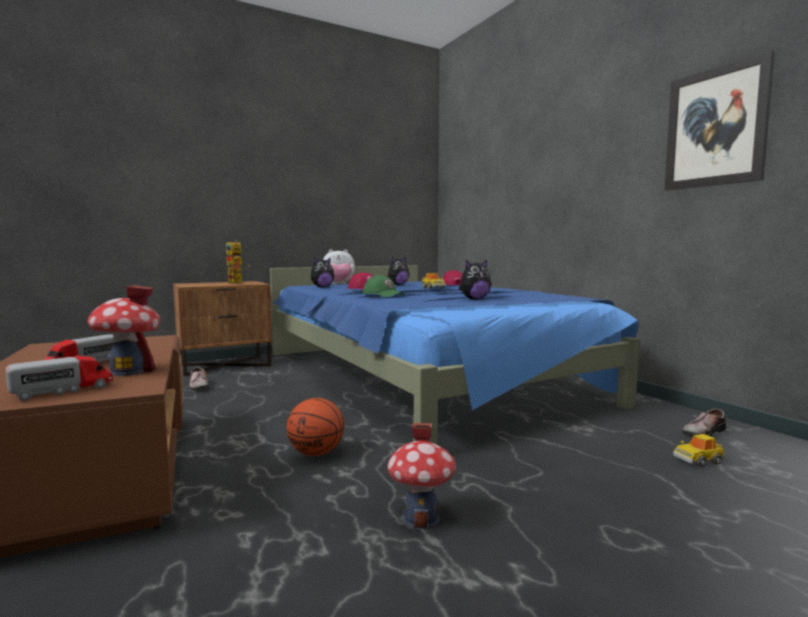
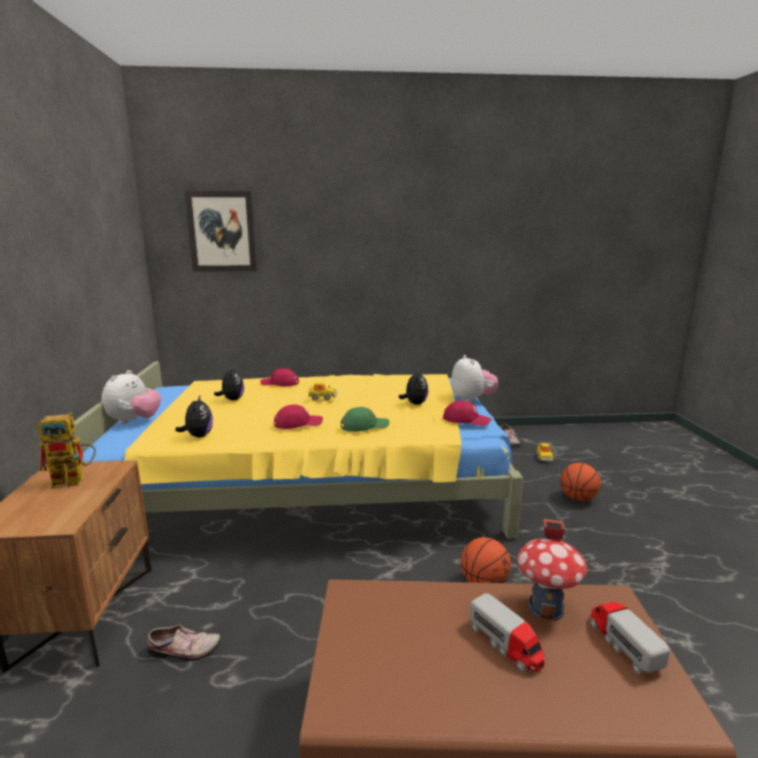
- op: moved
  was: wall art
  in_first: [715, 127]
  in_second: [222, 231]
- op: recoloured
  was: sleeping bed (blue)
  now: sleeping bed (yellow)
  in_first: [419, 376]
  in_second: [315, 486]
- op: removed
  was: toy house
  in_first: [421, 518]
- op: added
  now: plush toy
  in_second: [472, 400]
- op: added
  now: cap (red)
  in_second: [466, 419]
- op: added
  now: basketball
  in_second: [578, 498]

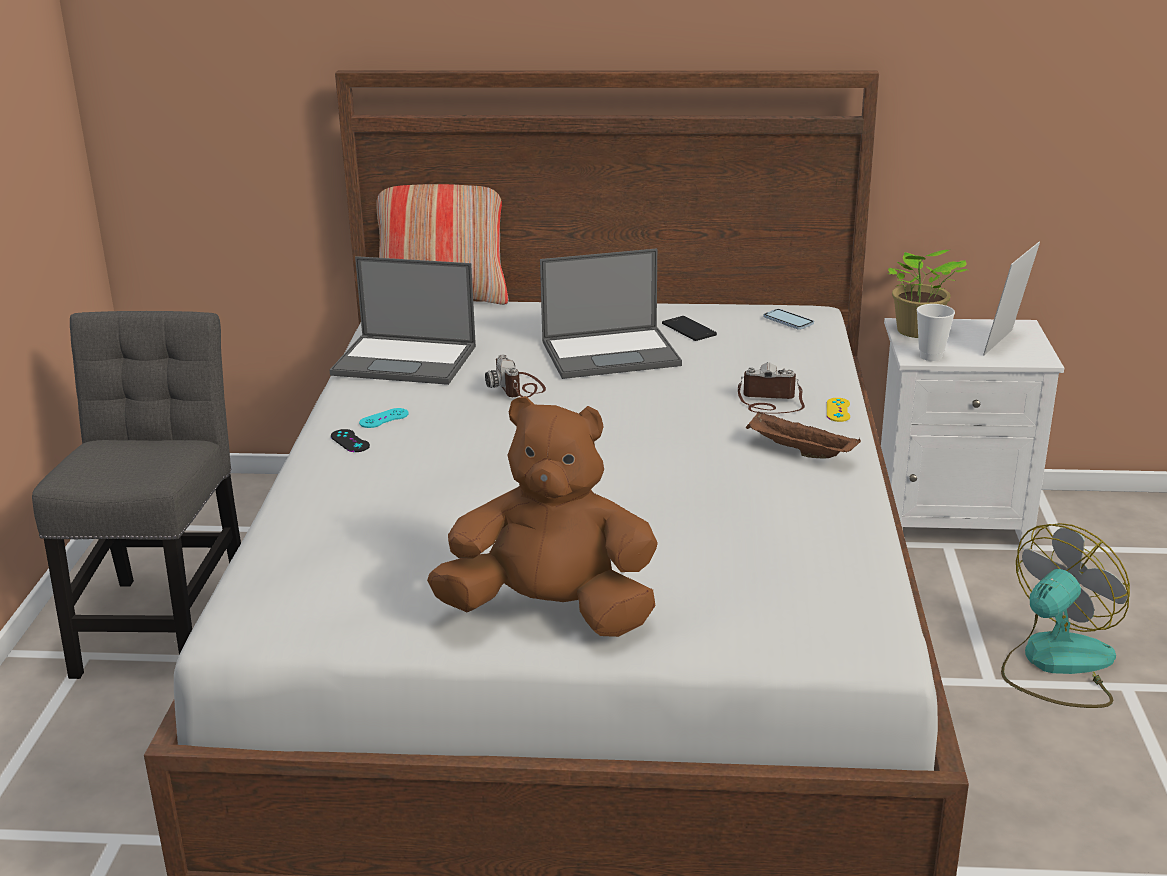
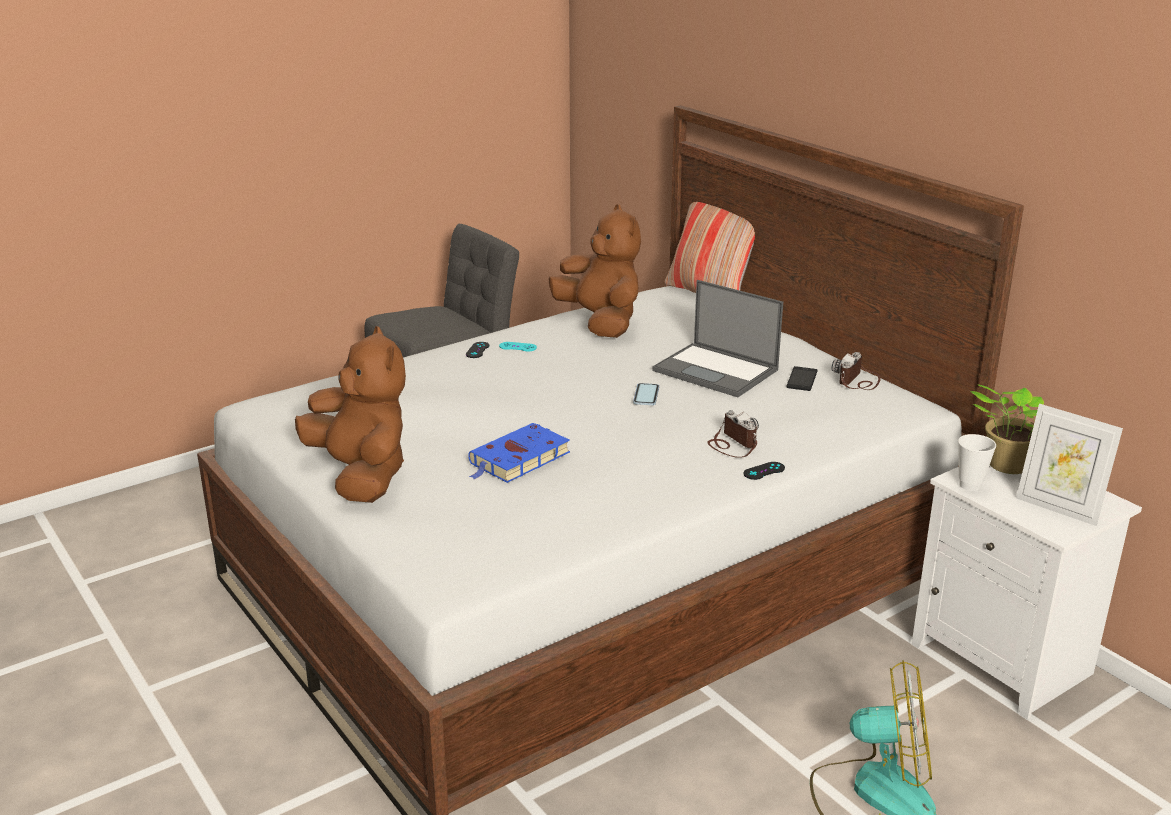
- op: turned
  was: photo frame
  in_first: [1005, 344]
  in_second: [1058, 508]
  clockwise: -135
- op: replaced
  was: portable computer
  now: plush toy (brown-coloured)
  in_first: [406, 360]
  in_second: [600, 322]
- op: moved
  was: telephone
  in_first: [788, 321]
  in_second: [646, 396]
- op: moved
  was: still camera
  in_first: [518, 387]
  in_second: [858, 381]
- op: recoloured
  was: game controller (yellow)
  now: game controller (black-coloured)
  in_first: [838, 410]
  in_second: [764, 471]
- op: removed
  was: serving tray (brown-coloured)
  in_first: [798, 451]
- op: added
  now: bound book (blue)
  in_second: [518, 459]

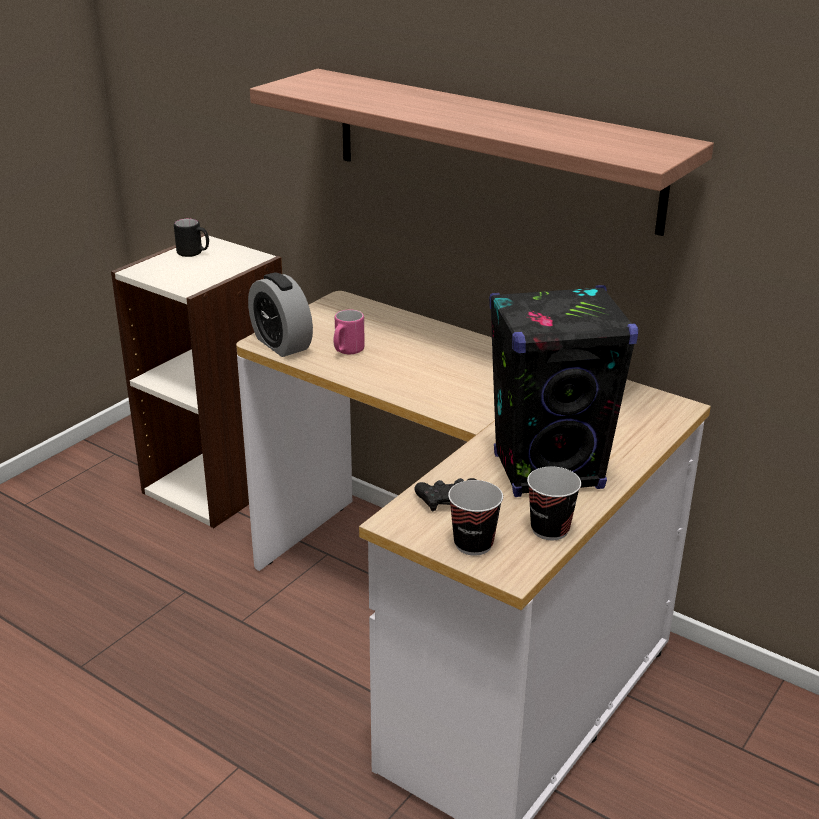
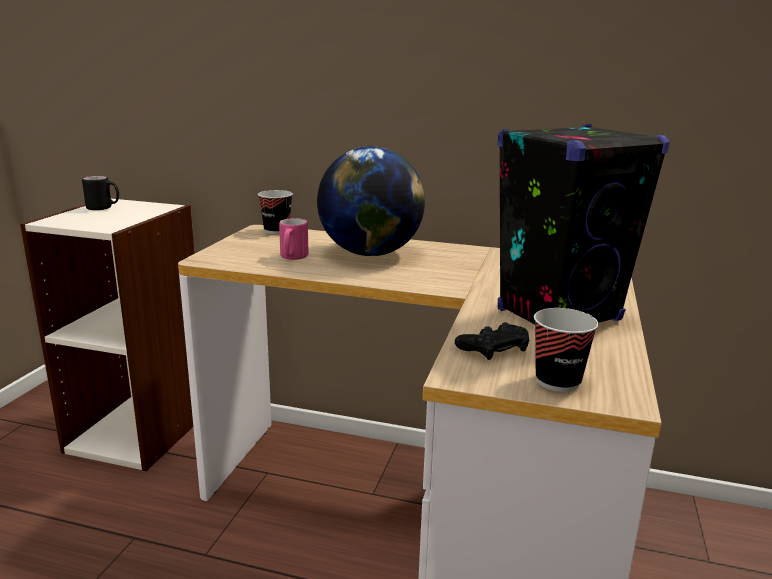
- op: removed
  was: wall shelf
  in_first: [493, 148]
- op: removed
  was: bedside clock
  in_first: [281, 344]
- op: moved
  was: drinking cup
  in_first: [550, 529]
  in_second: [276, 231]
- op: added
  now: desk globe
  in_second: [370, 254]

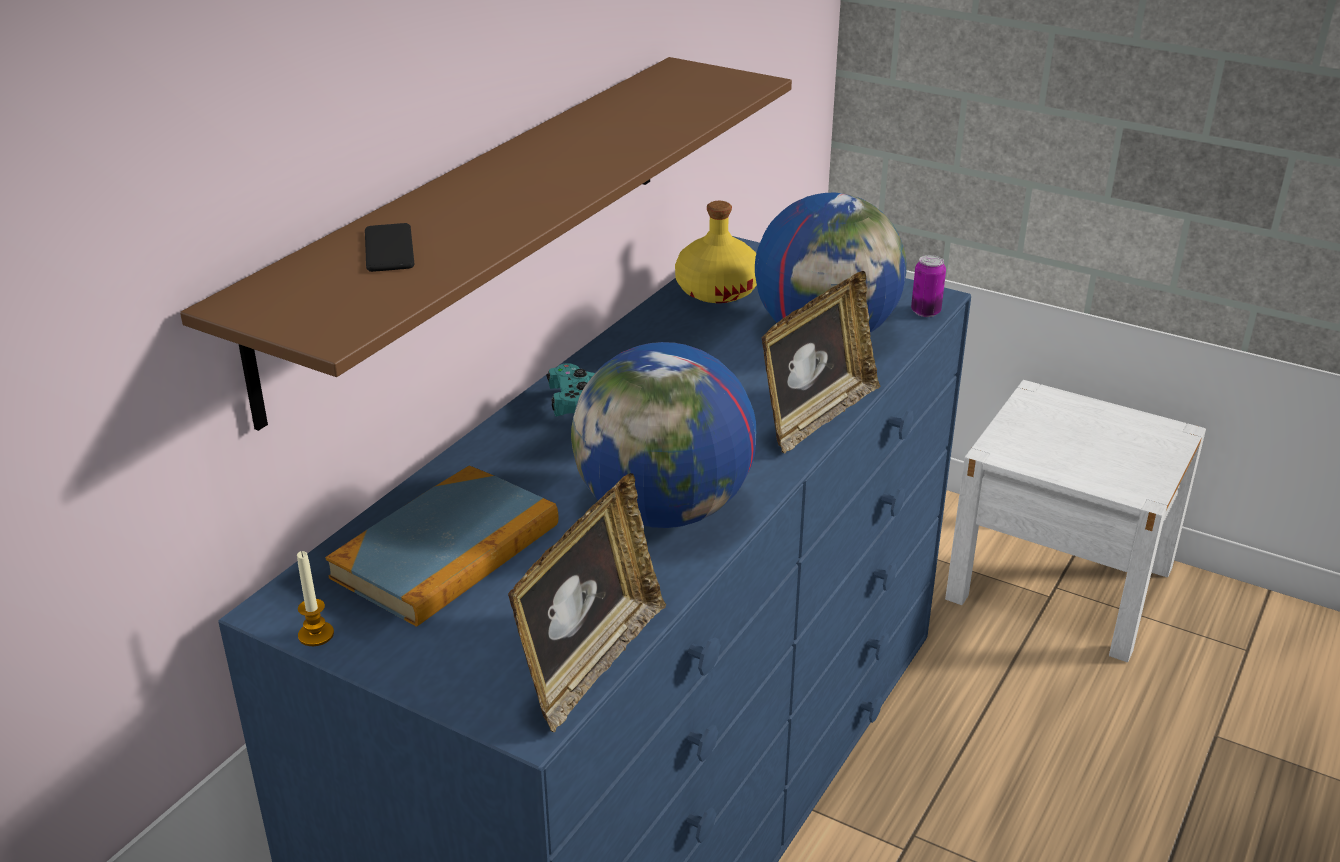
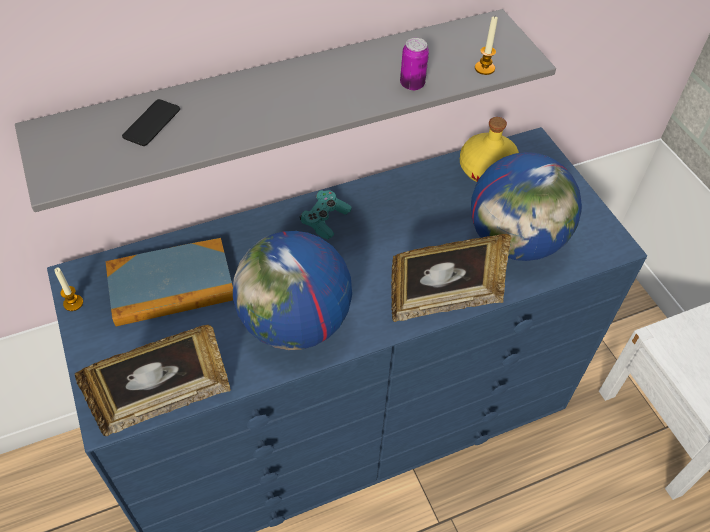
- op: recoloured
  was: wall shelf (brown-coloured)
  now: wall shelf (gray)
  in_first: [477, 223]
  in_second: [282, 97]
- op: moved
  was: metal can
  in_first: [925, 312]
  in_second: [412, 84]
- op: added
  now: wax candle
  in_second: [484, 68]

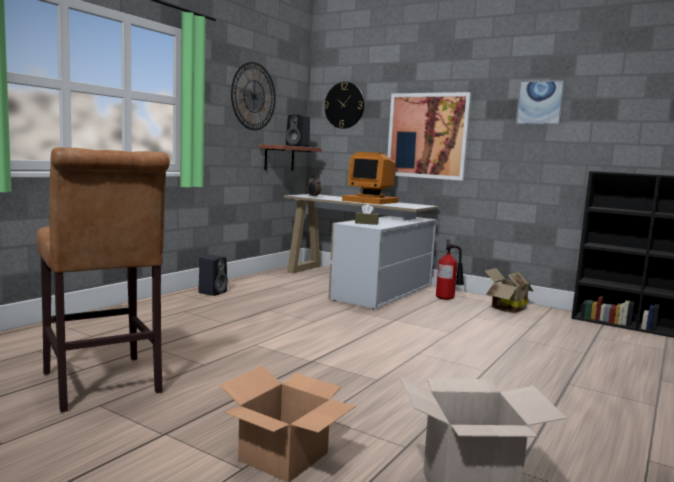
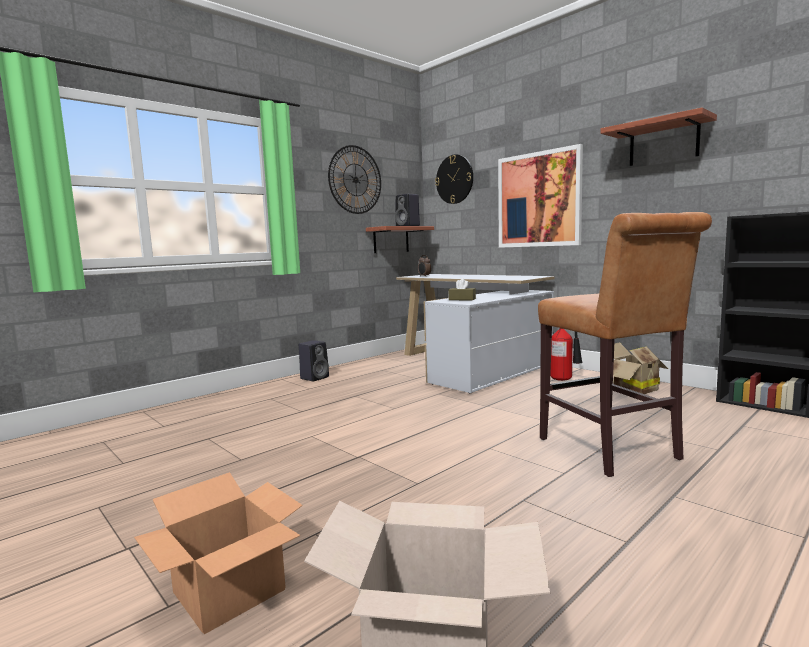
- op: replaced
  was: wall art
  now: wall shelf
  in_first: [540, 102]
  in_second: [663, 143]
- op: moved
  was: stool seat (brown-coloured)
  in_first: [103, 385]
  in_second: [612, 451]
- op: removed
  was: computer screen
  in_first: [371, 201]

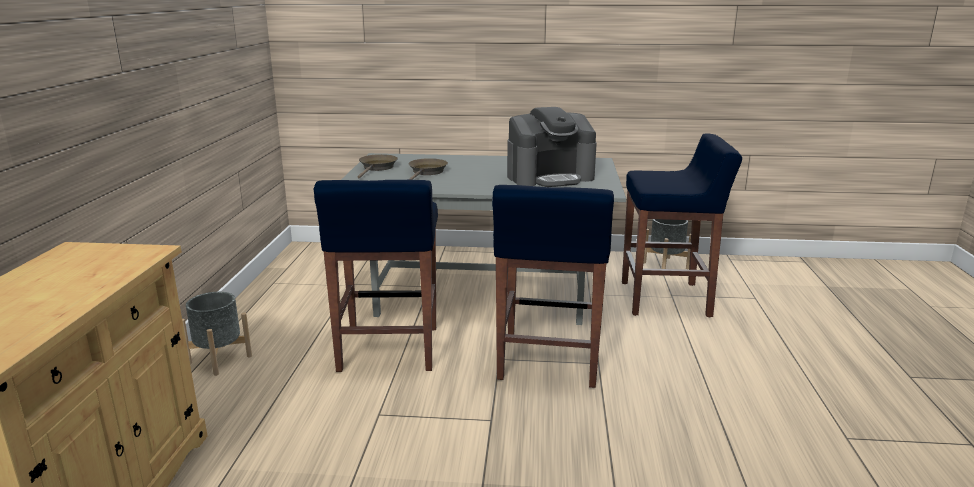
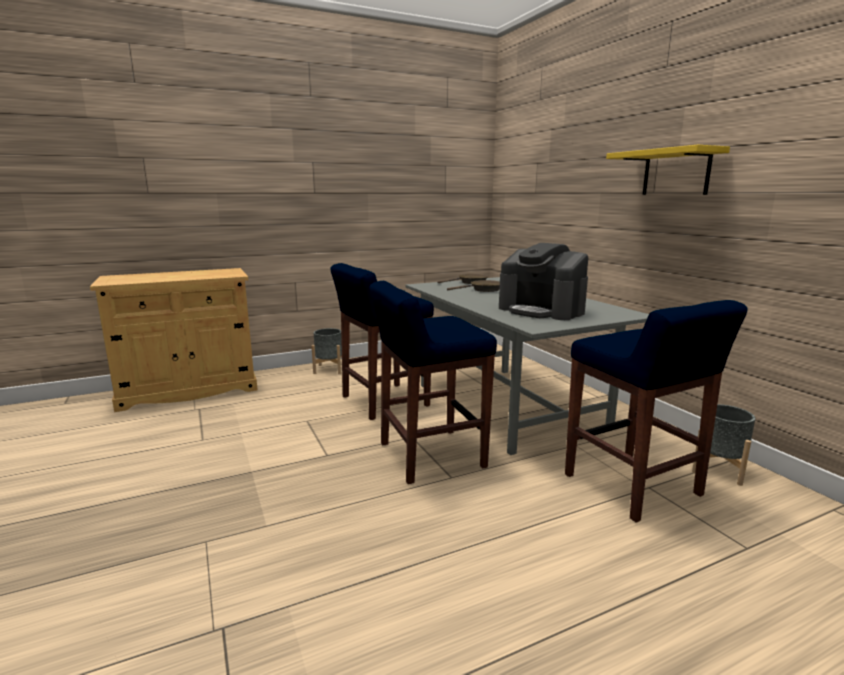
- op: added
  now: wall shelf (yellow)
  in_second: [676, 173]

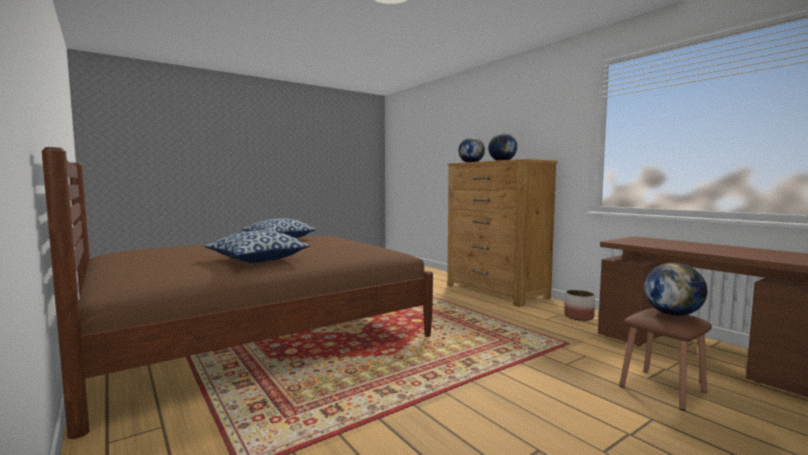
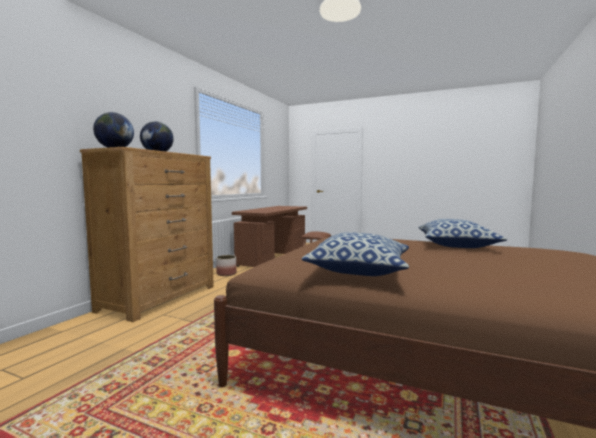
- op: removed
  was: desk globe
  in_first: [672, 314]

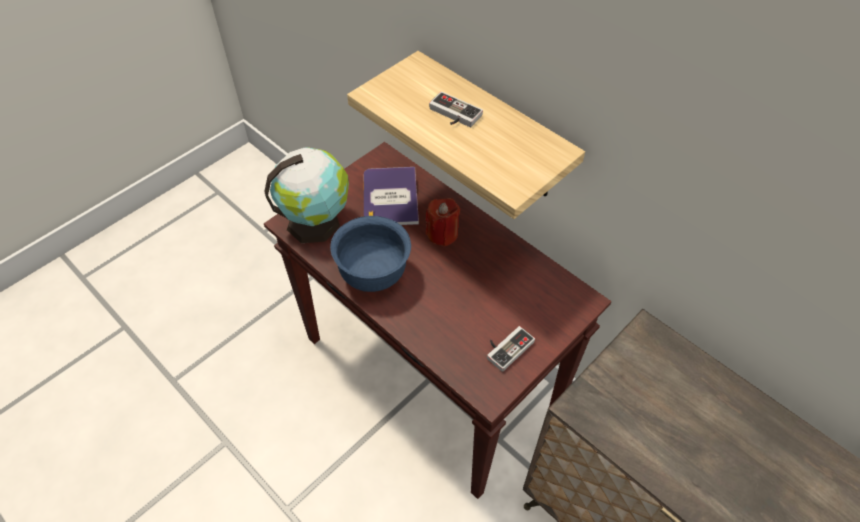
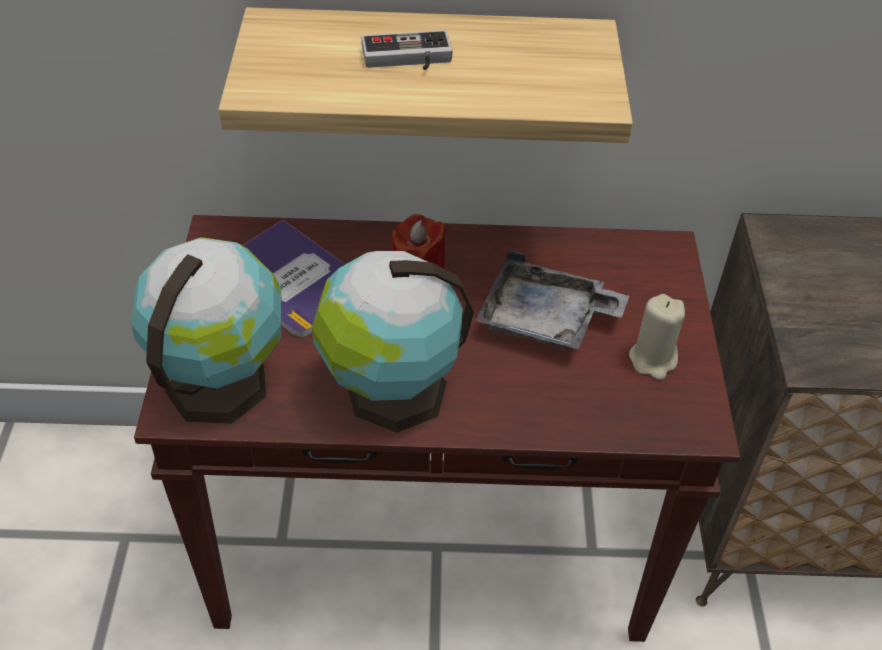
- op: replaced
  was: bowl (blue)
  now: desk globe
  in_first: [373, 275]
  in_second: [390, 392]
- op: replaced
  was: game controller
  now: wax candle (beige)
  in_first: [506, 347]
  in_second: [653, 359]
- op: added
  now: serving tray (gray)
  in_second: [545, 320]

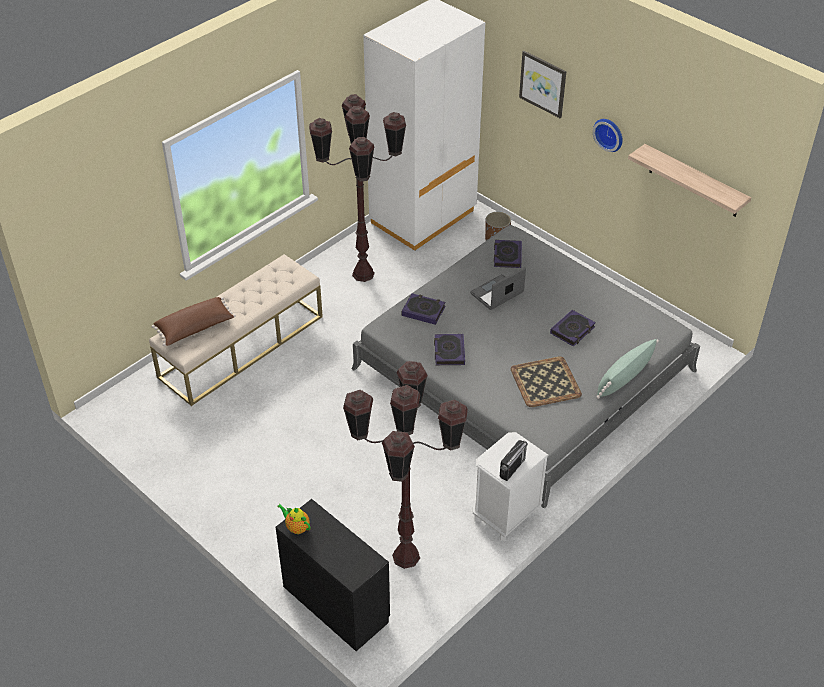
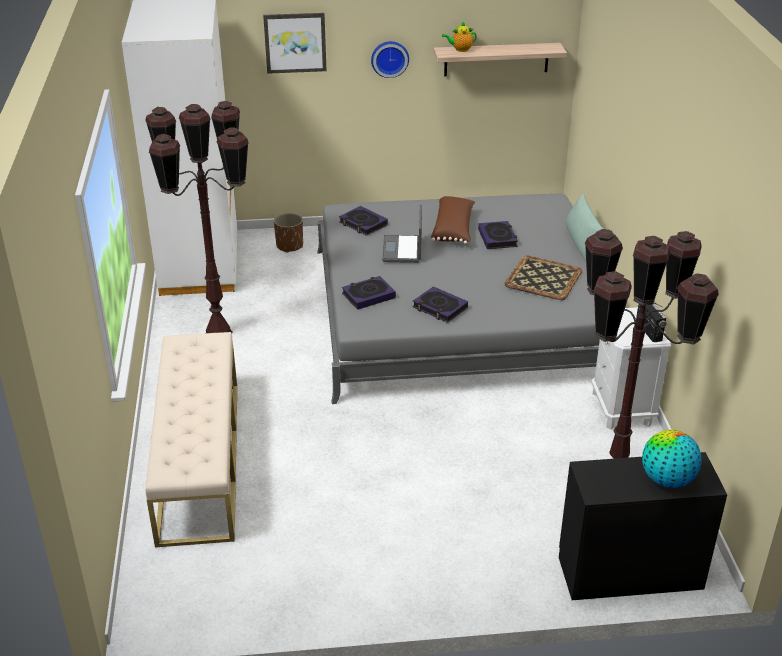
- op: moved
  was: pillow (brown-coloured)
  in_first: [195, 328]
  in_second: [454, 229]
- op: moved
  was: tea pot
  in_first: [296, 527]
  in_second: [460, 50]
- op: added
  now: desk globe
  in_second: [667, 480]

